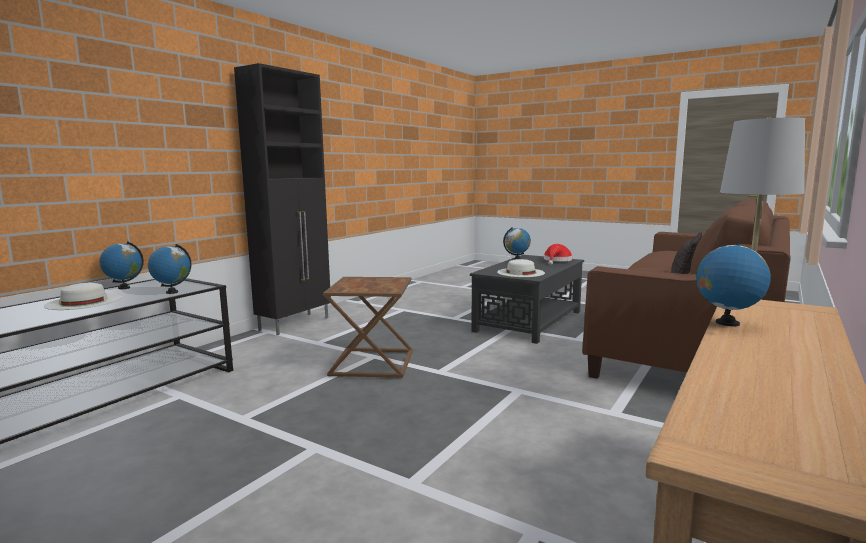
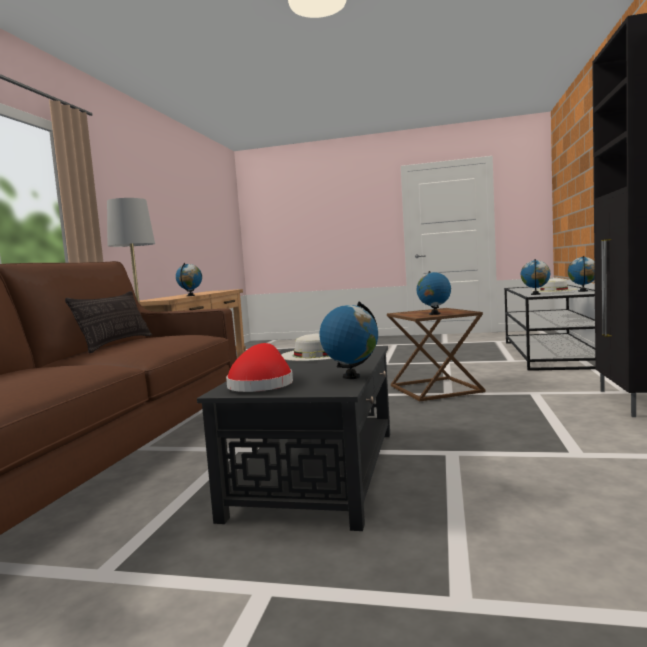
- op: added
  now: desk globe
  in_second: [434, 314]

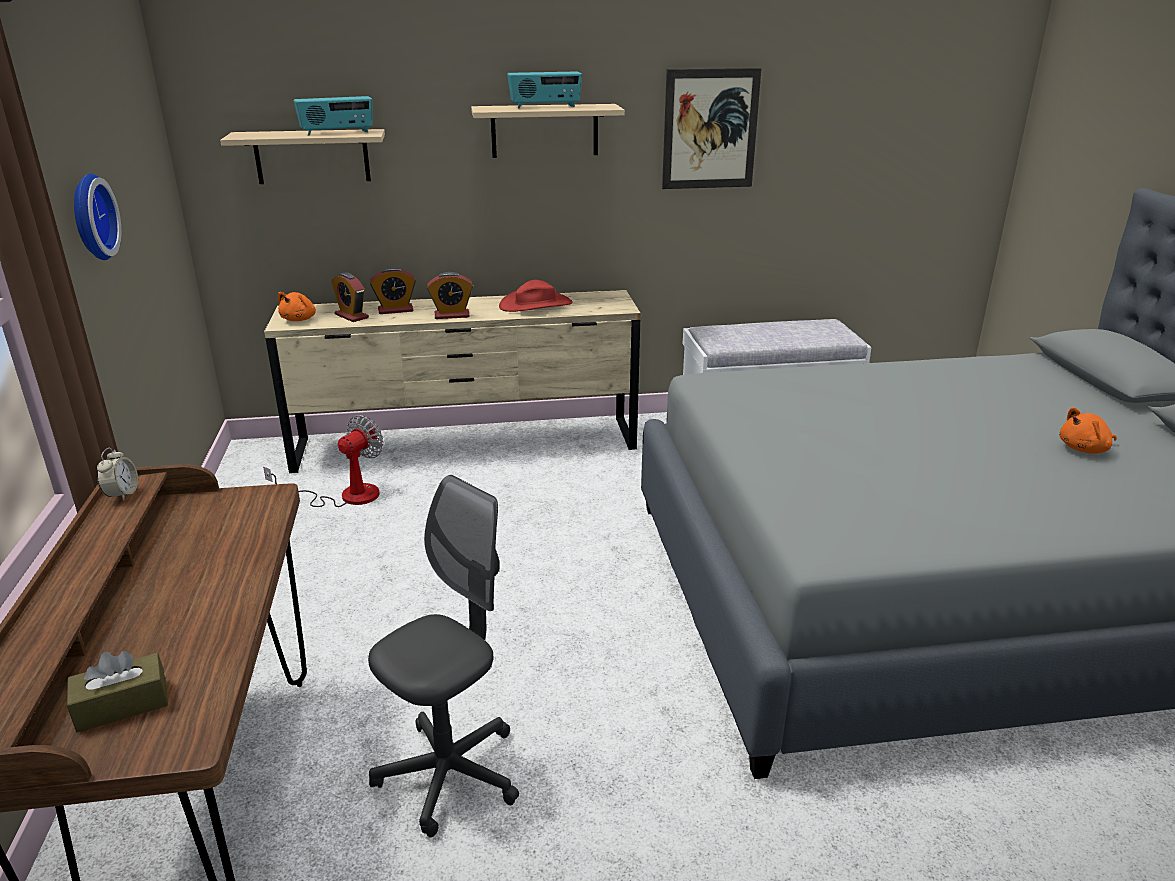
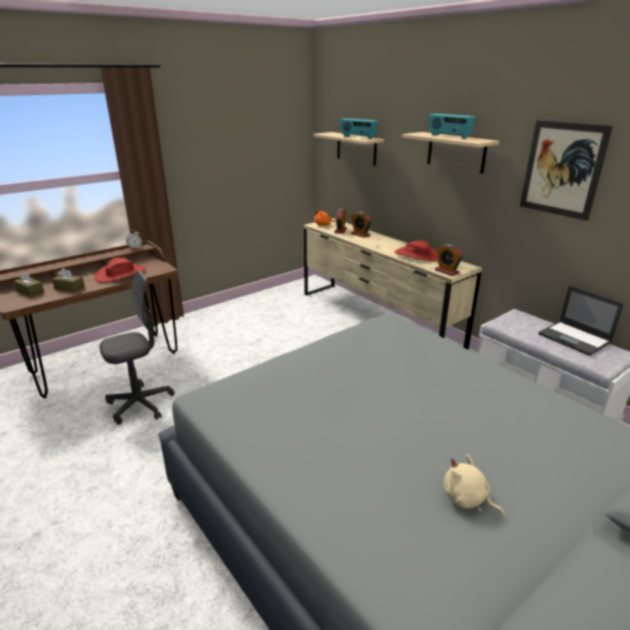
- op: removed
  was: wall clock
  in_first: [89, 217]
- op: moved
  was: bedside clock
  in_first: [452, 315]
  in_second: [446, 271]
- op: recoloured
  was: plush toy (orange)
  now: plush toy (beige)
  in_first: [1085, 449]
  in_second: [467, 499]
- op: removed
  was: electric fan
  in_first: [346, 496]
- op: turned
  was: desk chair (gray)
  in_first: [449, 774]
  in_second: [140, 404]
  clockwise: -45
- op: added
  now: wearable hat (red)
  in_second: [120, 274]
- op: added
  now: tissue holder (brown-coloured)
  in_second: [69, 288]
- op: added
  now: portable computer
  in_second: [575, 338]

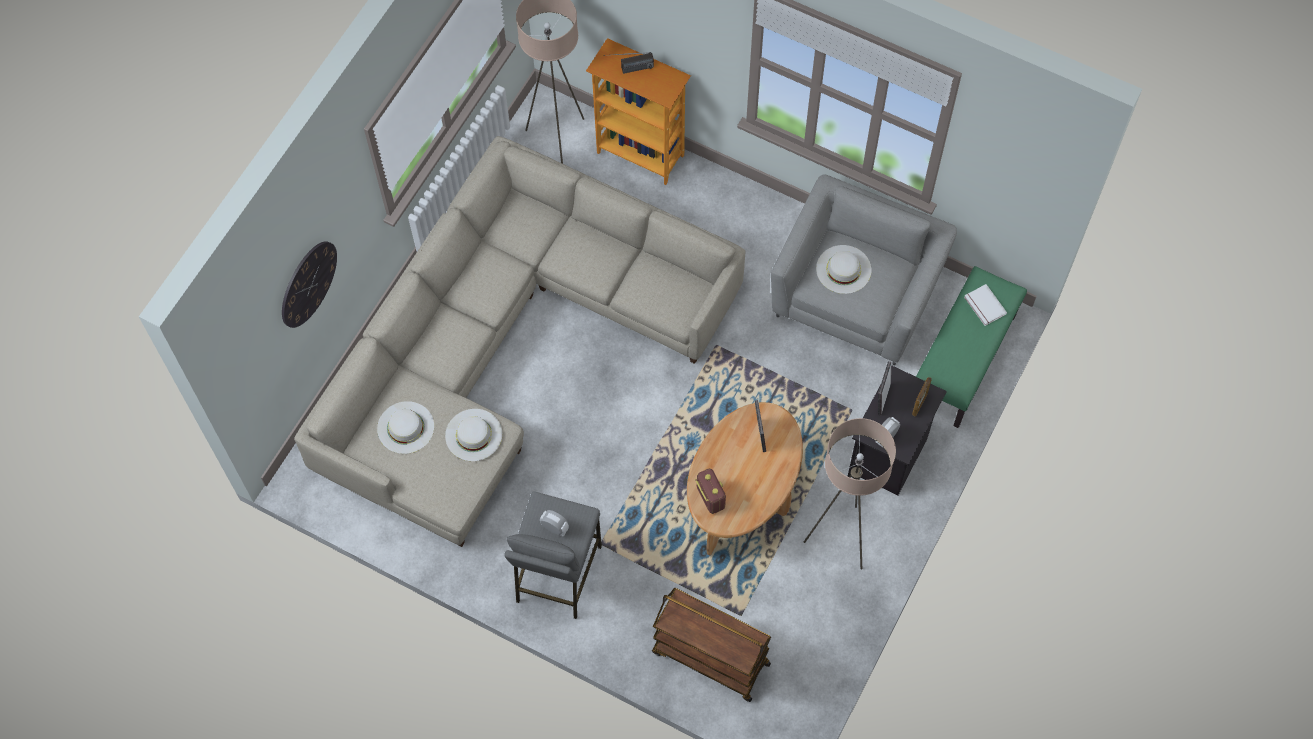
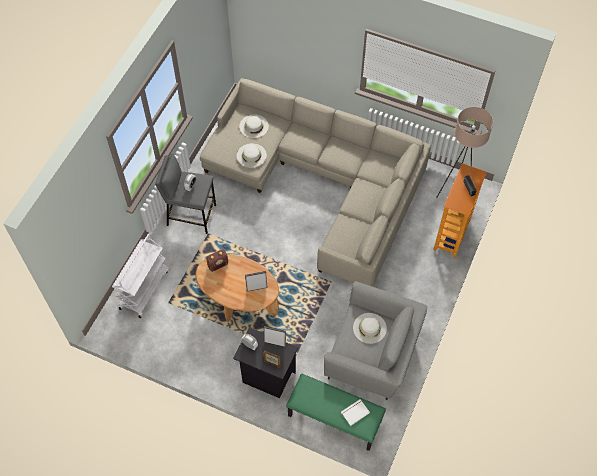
- op: removed
  was: wall clock
  in_first: [308, 284]
- op: removed
  was: standard lamp (beige)
  in_first: [841, 538]
- op: recoloured
  was: cart (brown-coloured)
  now: cart (white)
  in_first: [709, 658]
  in_second: [144, 289]

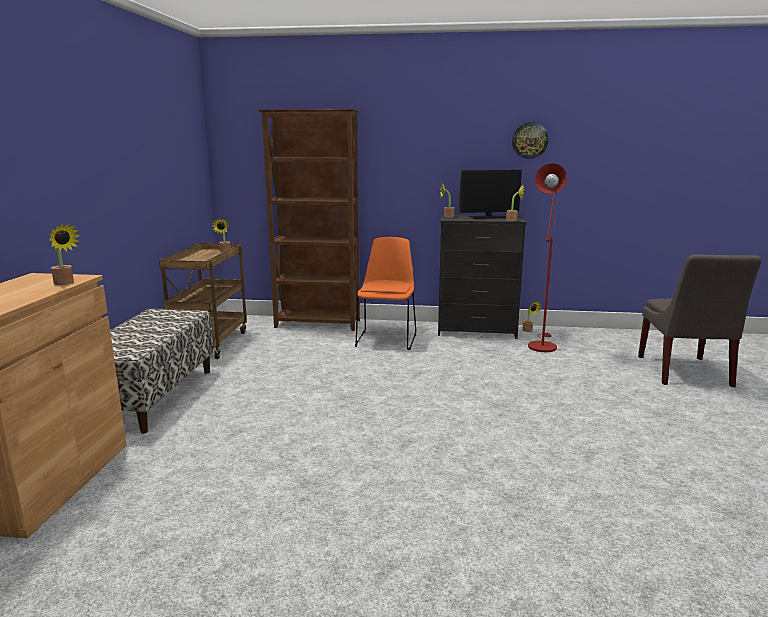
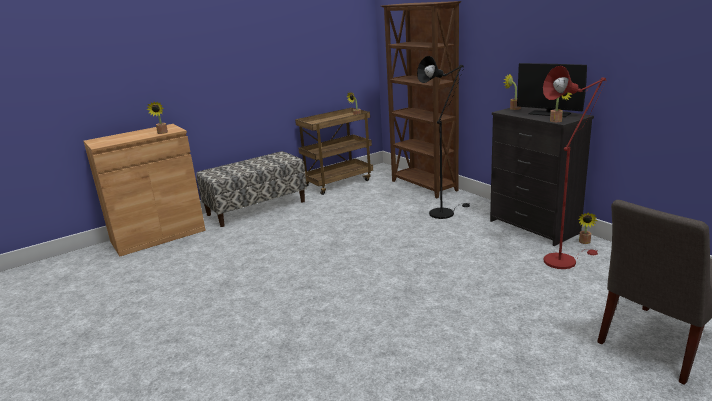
- op: removed
  was: wall clock
  in_first: [529, 140]
- op: replaced
  was: chair (orange)
  now: standard lamp (black-coloured)
  in_first: [386, 339]
  in_second: [444, 212]

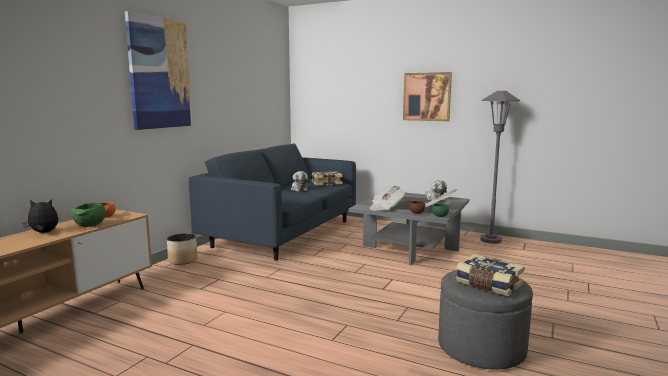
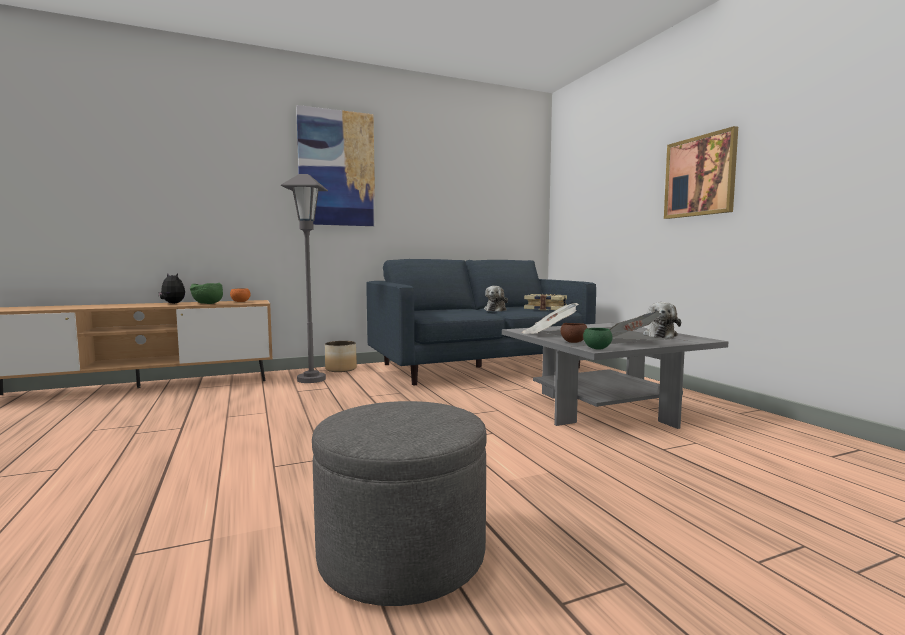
- op: moved
  was: standard lamp (gray)
  in_first: [490, 240]
  in_second: [311, 379]
- op: removed
  was: bound book
  in_first: [488, 284]

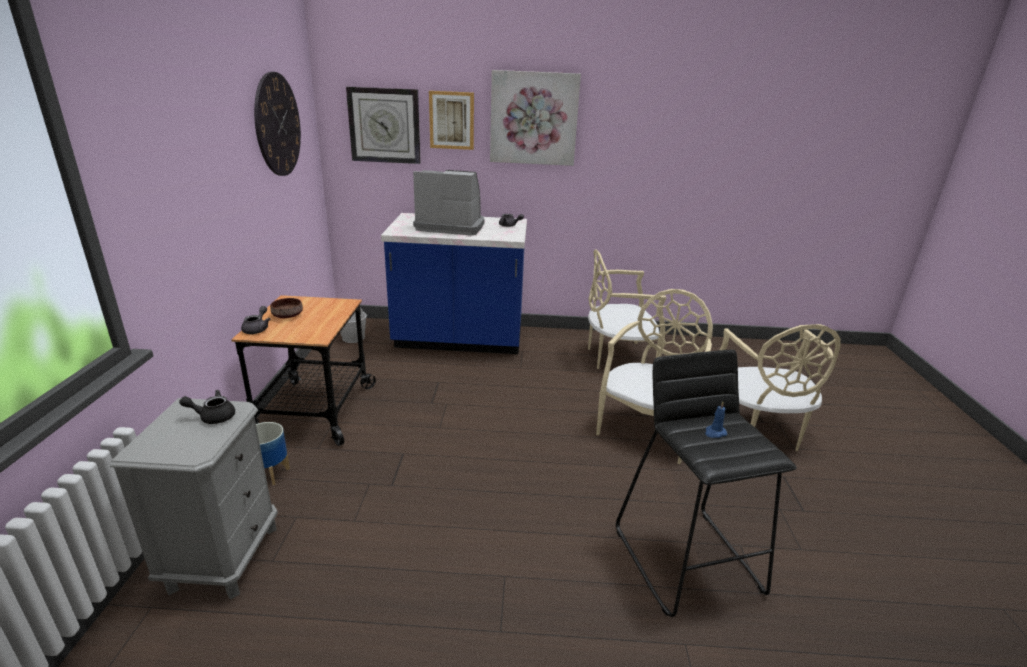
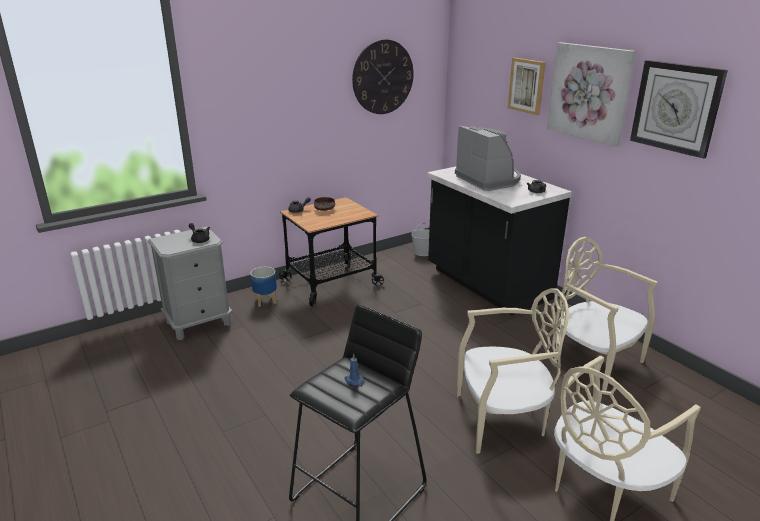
- op: moved
  was: wall clock
  in_first: [384, 125]
  in_second: [676, 107]
- op: recoloured
  was: kitchen counter (blue)
  now: kitchen counter (black-coloured)
  in_first: [459, 340]
  in_second: [487, 285]

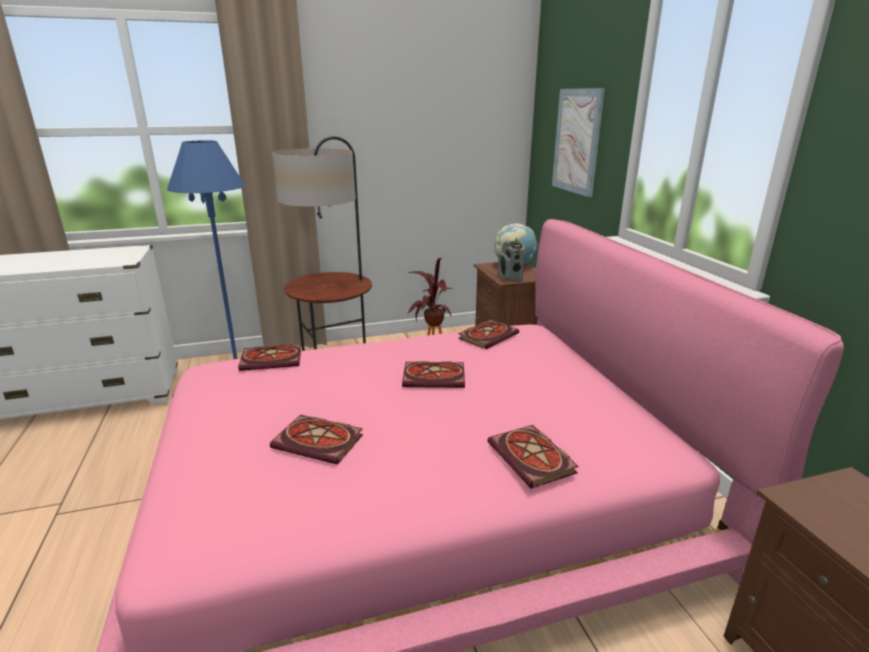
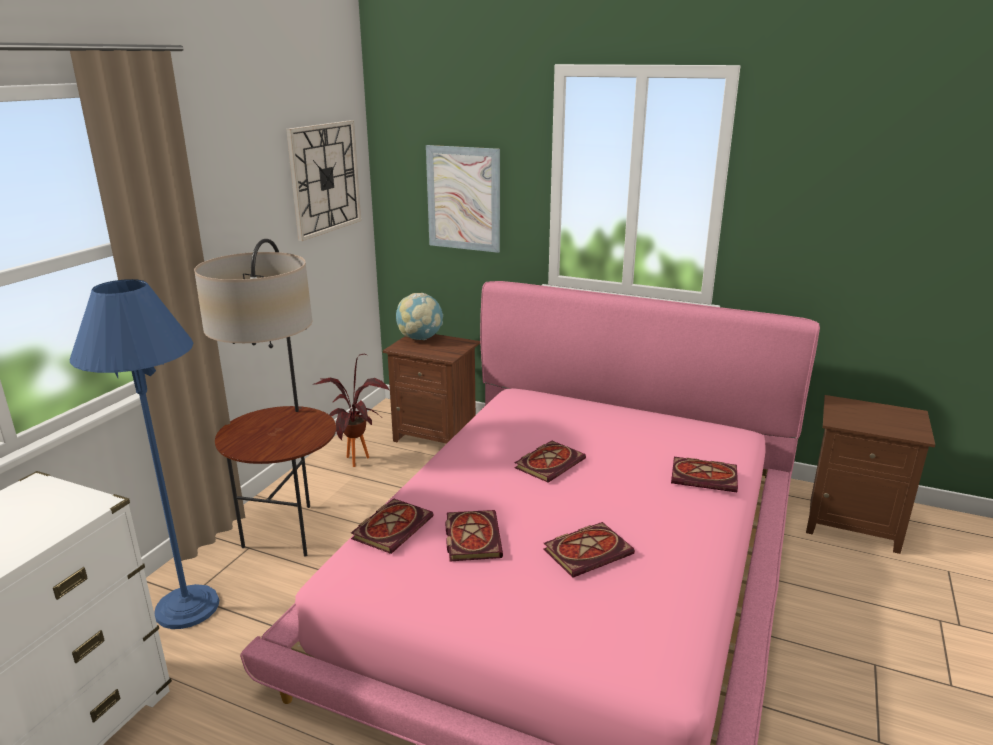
- op: removed
  was: radio
  in_first: [510, 277]
- op: moved
  was: bound book
  in_first: [488, 336]
  in_second: [471, 537]
- op: added
  now: wall clock
  in_second: [325, 178]

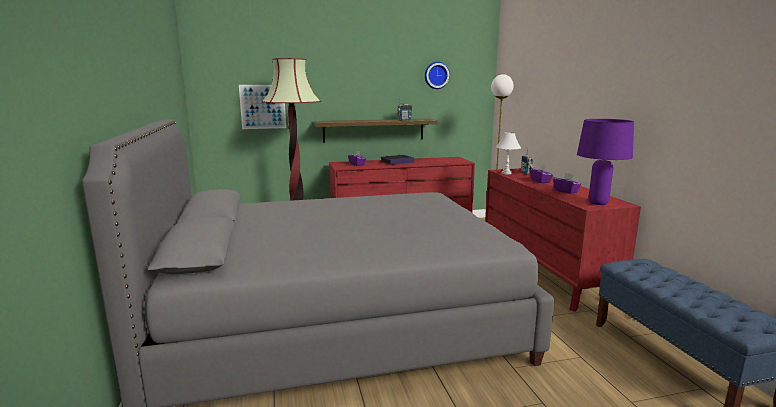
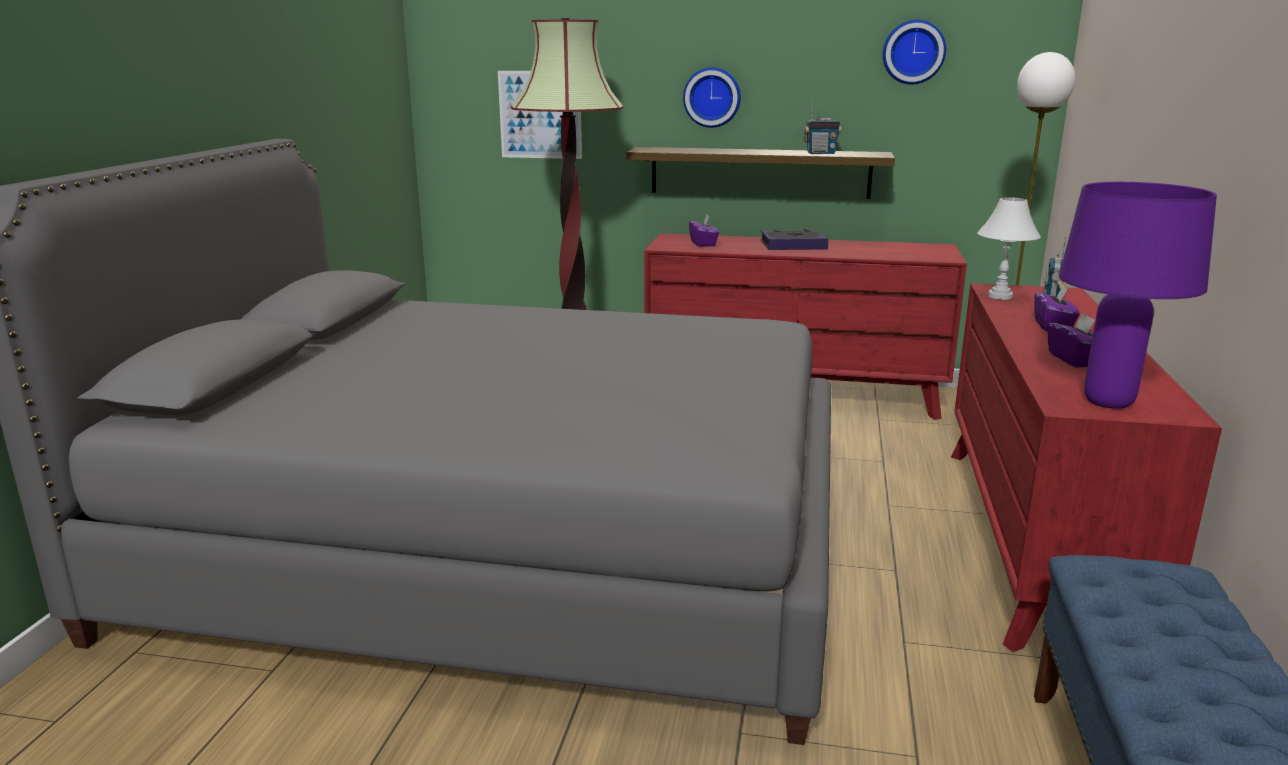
- op: added
  now: wall clock
  in_second: [712, 97]

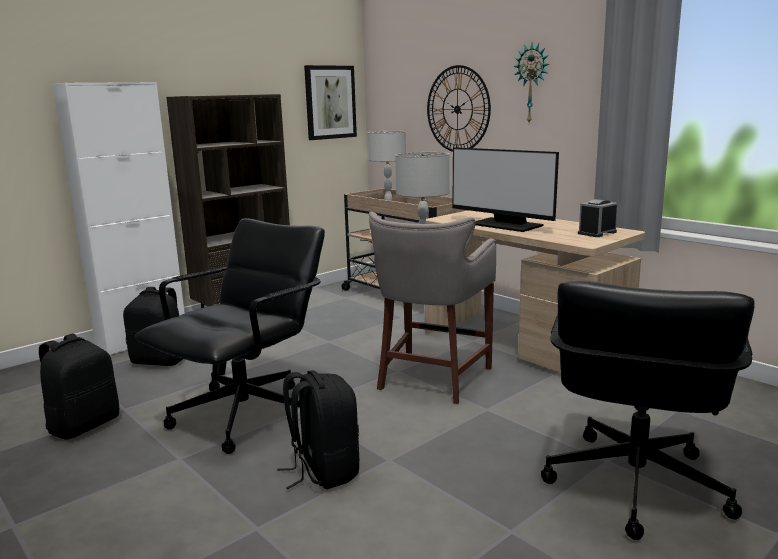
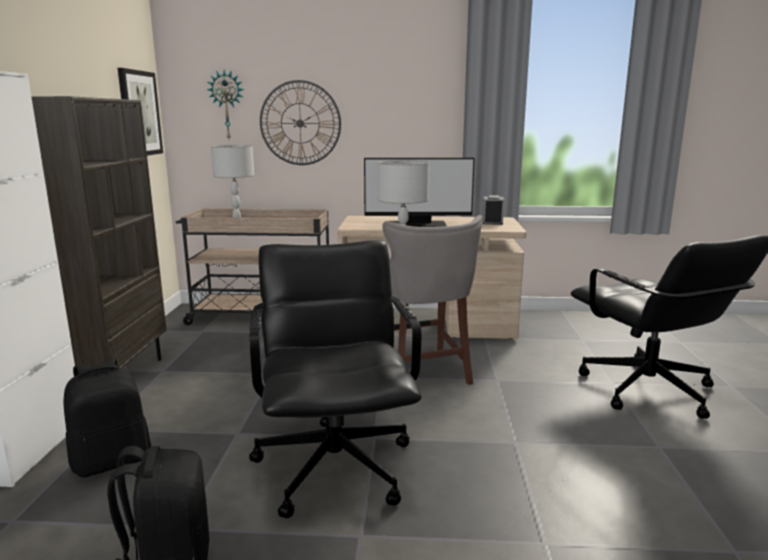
- op: moved
  was: wall clock
  in_first: [532, 83]
  in_second: [227, 105]
- op: removed
  was: backpack (black-coloured)
  in_first: [323, 471]

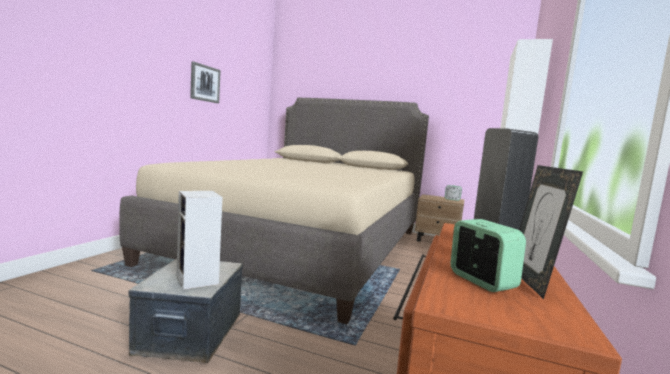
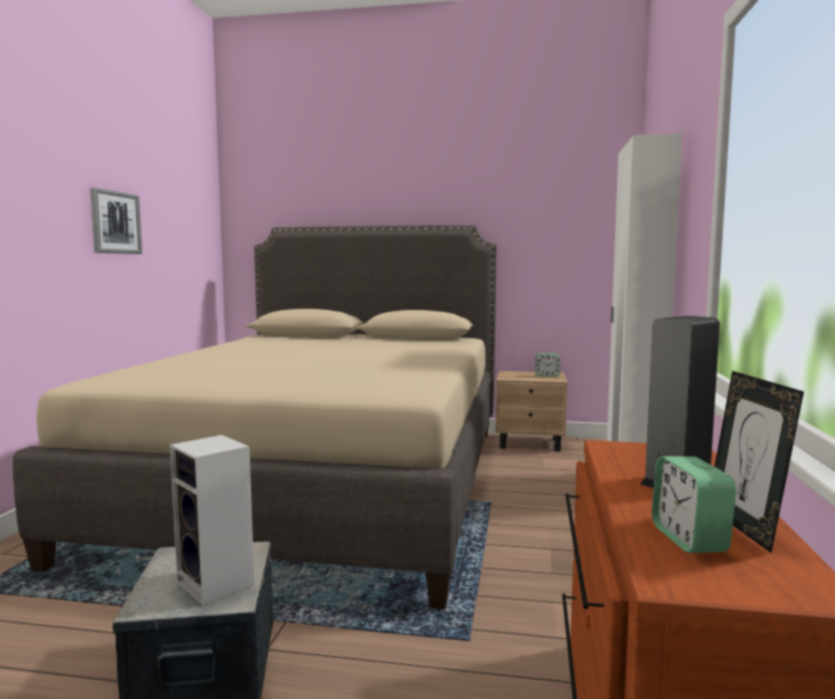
- op: turned
  was: bedside clock
  in_first: [481, 281]
  in_second: [689, 539]
  clockwise: -150

